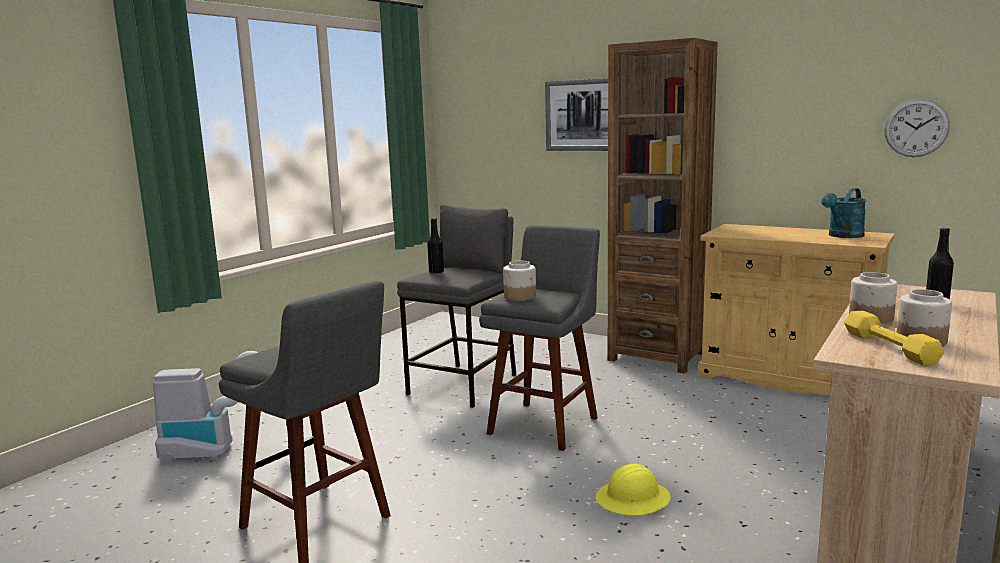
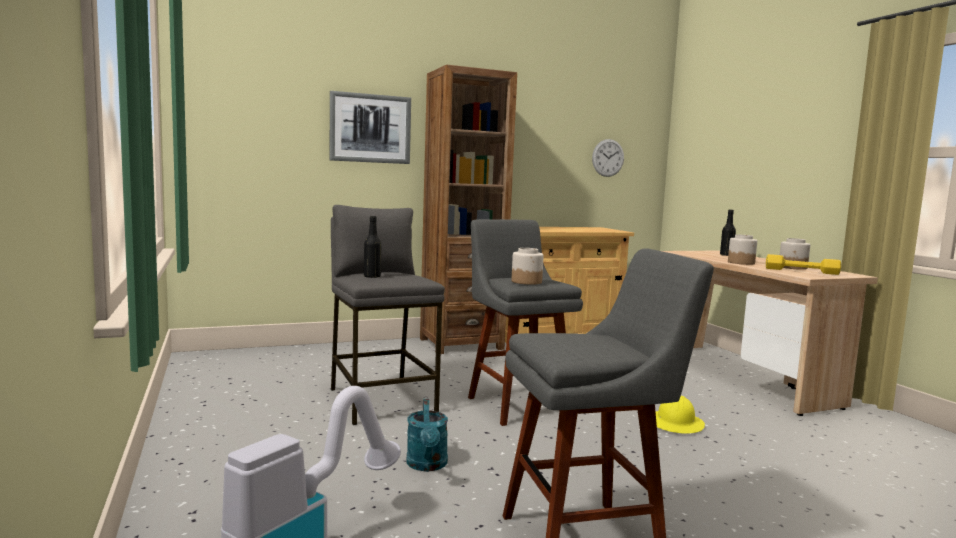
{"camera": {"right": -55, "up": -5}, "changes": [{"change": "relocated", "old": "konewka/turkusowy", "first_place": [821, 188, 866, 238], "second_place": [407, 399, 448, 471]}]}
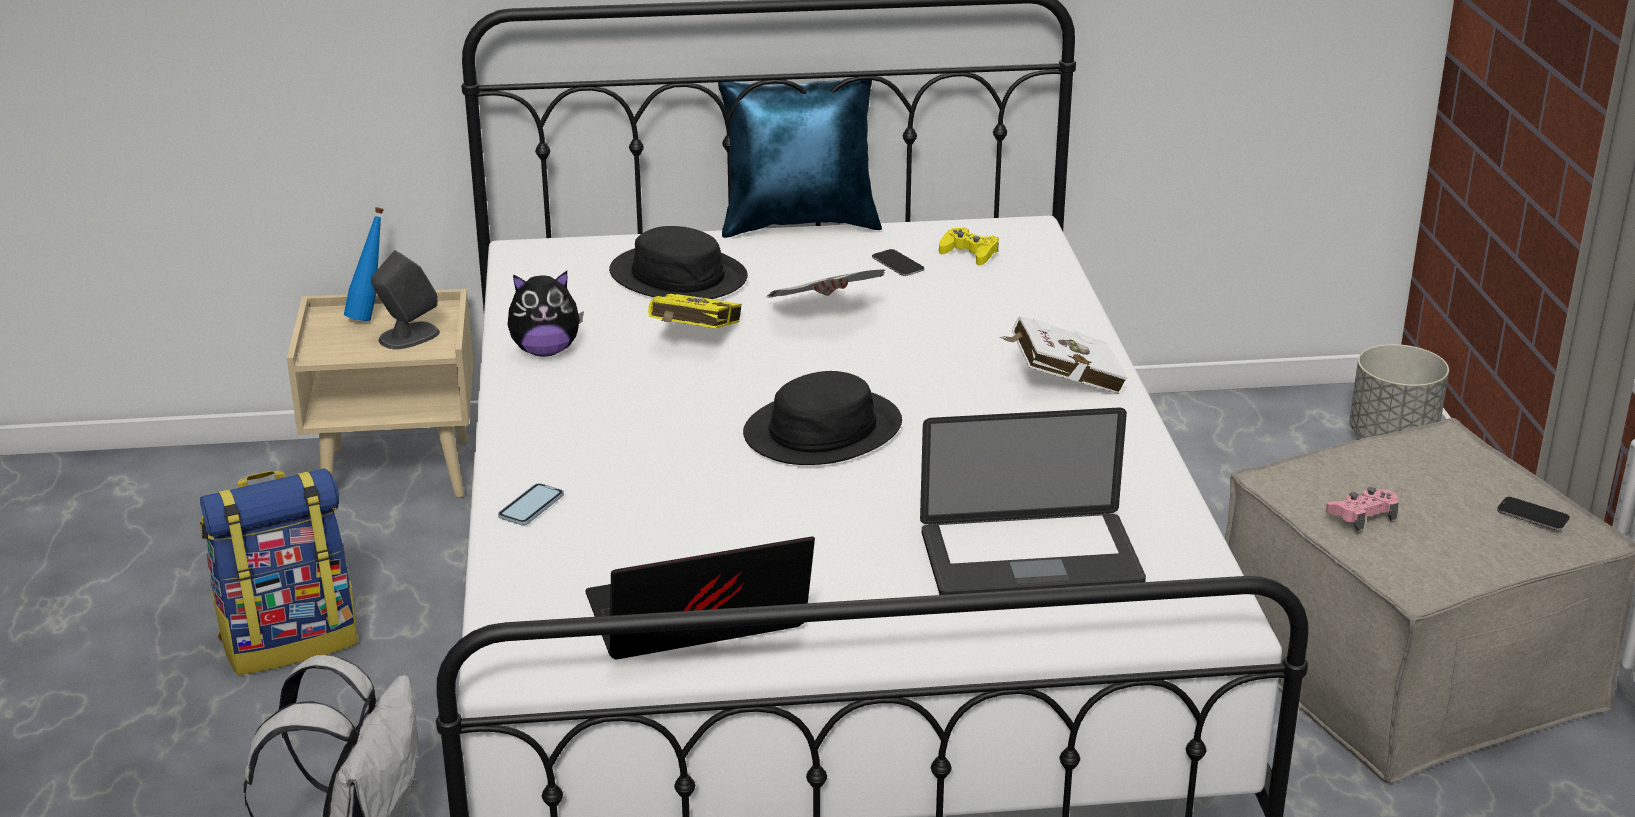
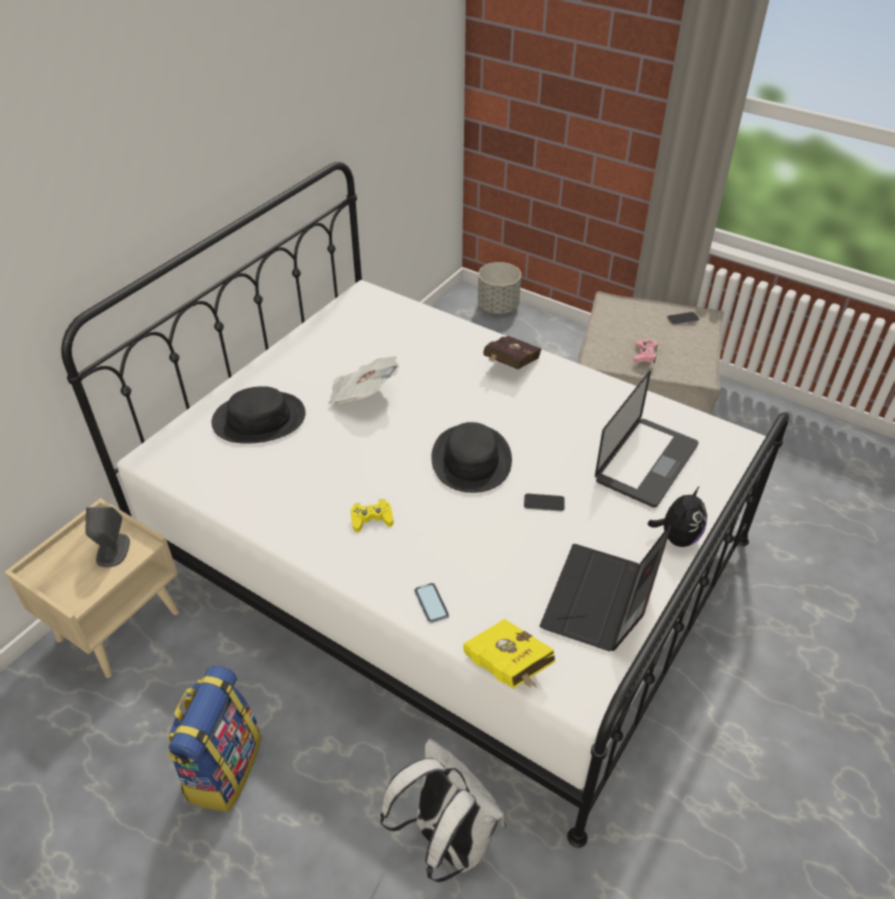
{"camera": {"right": -50, "up": 15}, "changes": [{"change": "relocated", "old": "pad do gier/żółty", "first_place": [939, 227, 999, 266], "second_place": [350, 499, 393, 532]}, {"change": "relocated", "old": "książka/żółty", "first_place": [648, 294, 742, 328], "second_place": [463, 619, 556, 689]}, {"change": "colour", "old": "książka/biały", "new": "książka/czerwony", "first_place": [1000, 316, 1127, 394], "second_place": [483, 336, 541, 369]}, {"change": "relocated", "old": "telefon", "first_place": [872, 249, 924, 276], "second_place": [524, 494, 565, 511]}, {"change": "relocated", "old": "pluszak", "first_place": [508, 271, 584, 356], "second_place": [648, 486, 707, 547]}, {"change": "missing", "old": "butelka/niebieski", "first_place": [344, 207, 384, 321]}, {"change": "missing", "old": "poduszka/niebieski", "first_place": [718, 78, 882, 238]}]}
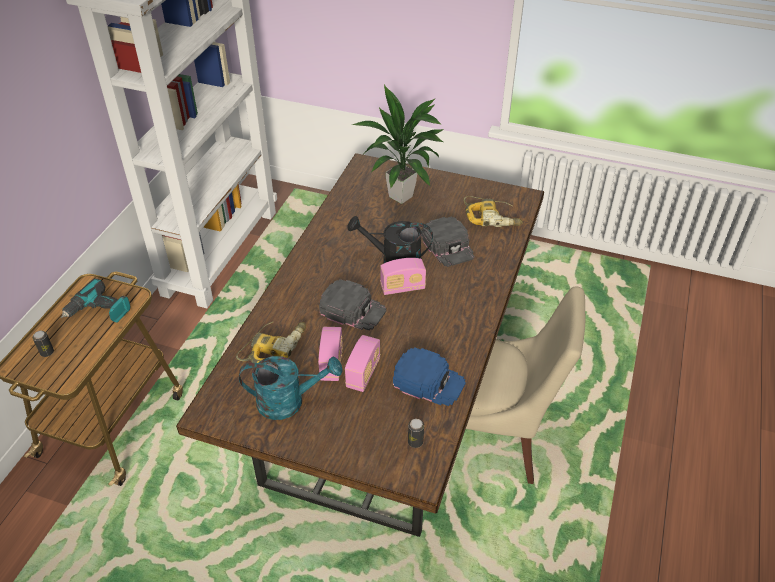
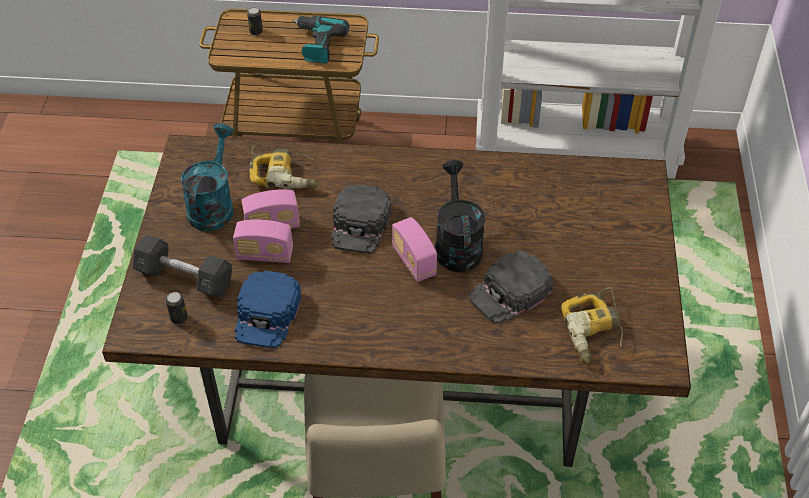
{"camera": {"right": 75, "up": 5}, "changes": [{"change": "appeared", "new": "hantel/szary", "second_place": [133, 234, 232, 298]}, {"change": "spun", "old": "konewka/turkusowy", "first_place": [239, 356, 343, 420], "second_place": [181, 124, 234, 231], "degrees": -150}, {"change": "missing", "old": "roślina doniczkowa", "first_place": [351, 85, 444, 204]}]}
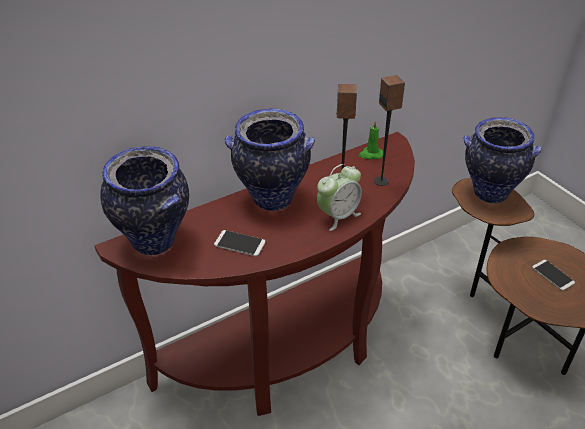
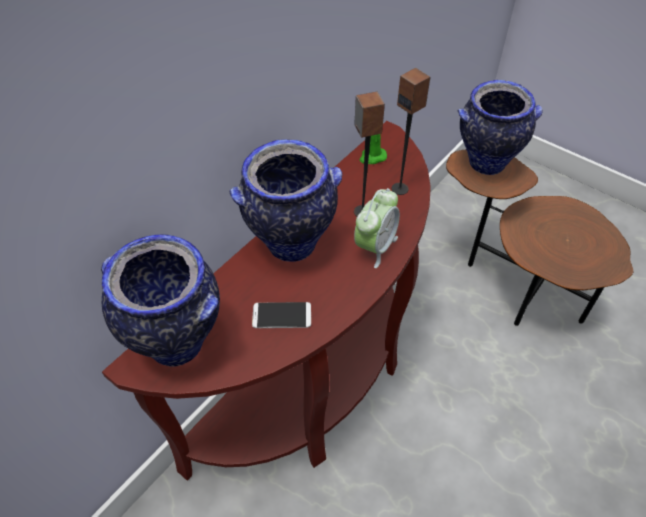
{"camera": {"right": -20, "up": 10}, "changes": [{"change": "missing", "old": "telefon", "first_place": [532, 260, 575, 291]}]}
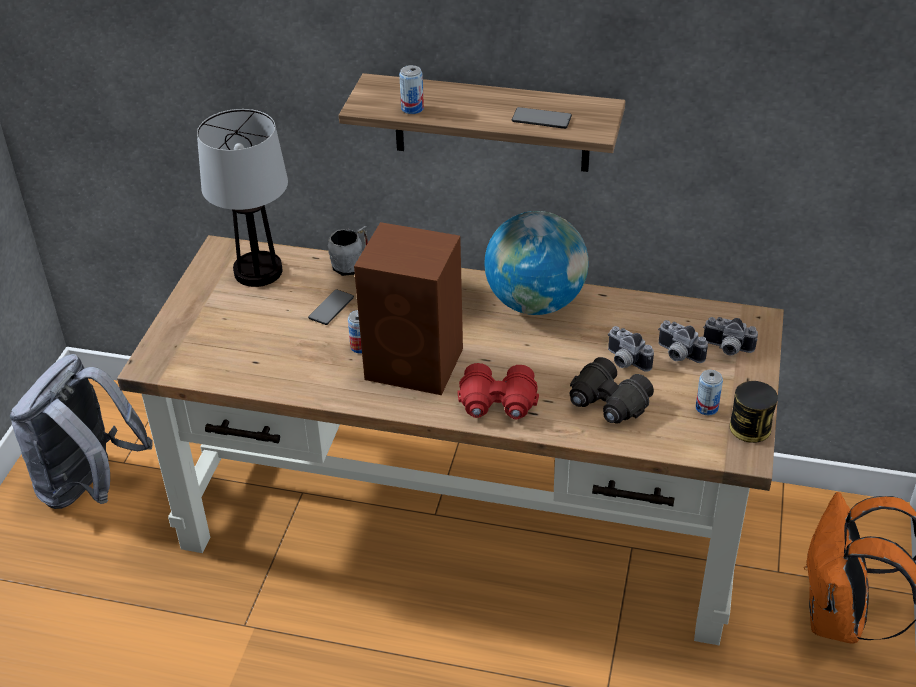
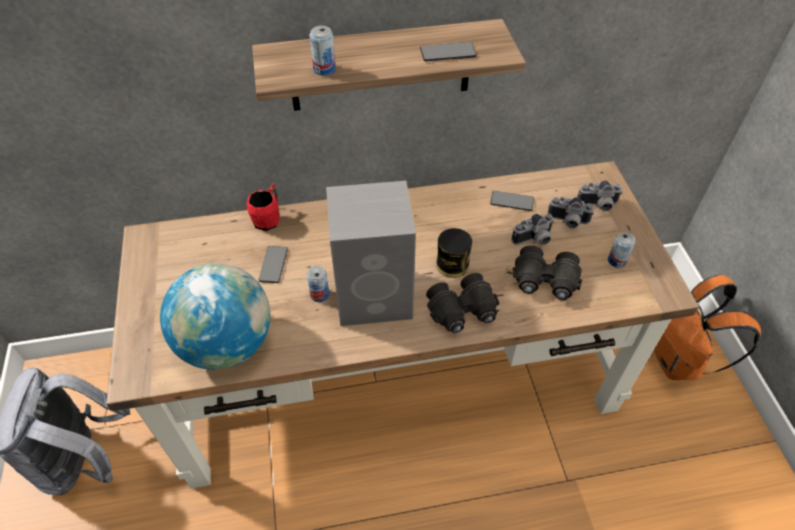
{"camera": {"right": -25, "up": 10}, "changes": [{"change": "relocated", "old": "globus", "first_place": [484, 211, 588, 315], "second_place": [160, 263, 270, 370]}, {"change": "colour", "old": "kubek/szary", "new": "kubek/czerwony", "first_place": [328, 226, 368, 276], "second_place": [247, 183, 280, 231]}, {"change": "colour", "old": "głośnik/brązowy", "new": "głośnik/szary", "first_place": [354, 222, 463, 395], "second_place": [326, 181, 416, 326]}, {"change": "colour", "old": "lornetka/czerwony", "new": "lornetka/czarny", "first_place": [457, 363, 539, 419], "second_place": [426, 273, 499, 333]}, {"change": "relocated", "old": "puszka", "first_place": [729, 381, 778, 443], "second_place": [436, 228, 472, 278]}, {"change": "appeared", "new": "telefon", "second_place": [490, 191, 534, 211]}, {"change": "spun", "old": "aparat fotograficzny", "first_place": [608, 326, 654, 371], "second_place": [512, 213, 554, 245], "degrees": -45}, {"change": "missing", "old": "lampa stołowa", "first_place": [197, 109, 288, 287]}]}
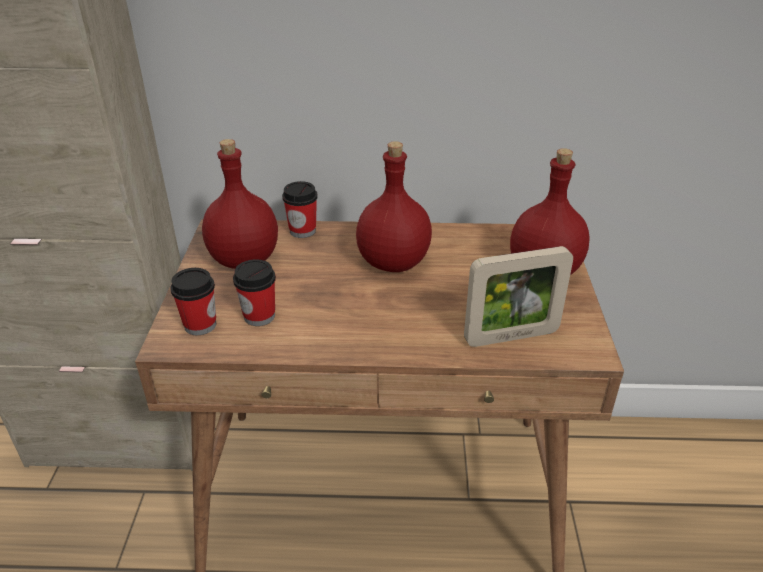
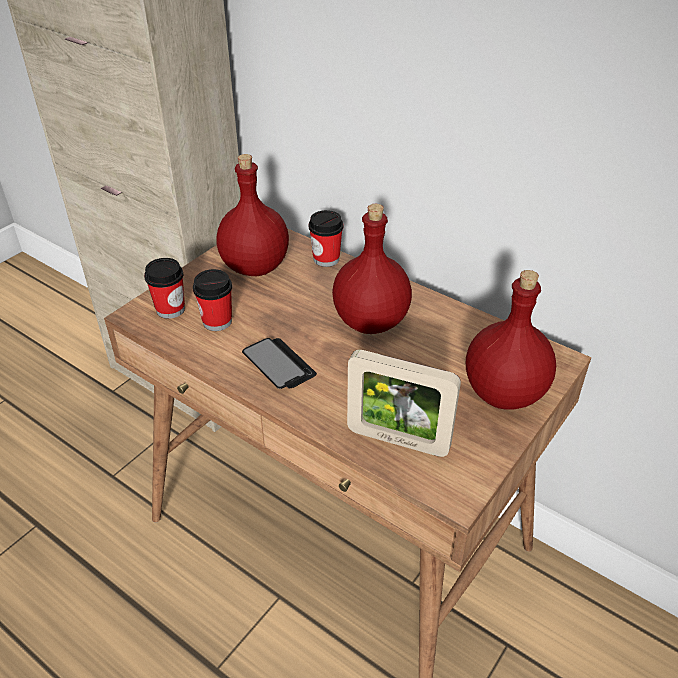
{"camera": {"right": 35, "up": 5}, "changes": [{"change": "appeared", "new": "telefon", "second_place": [242, 338, 317, 389]}]}
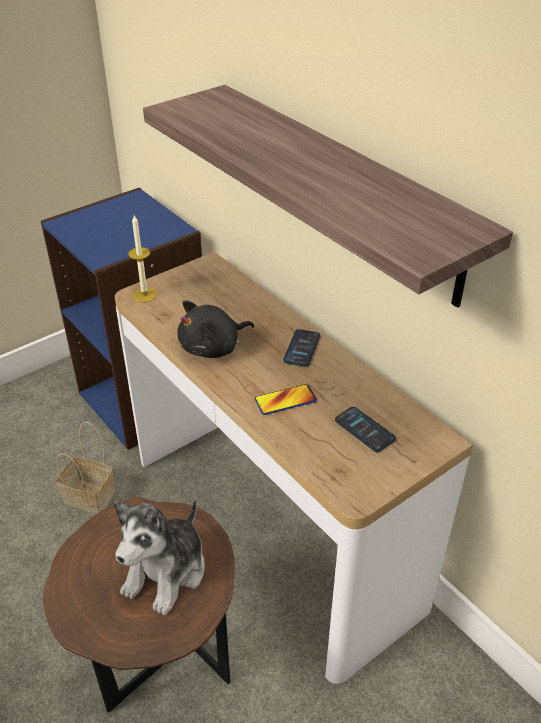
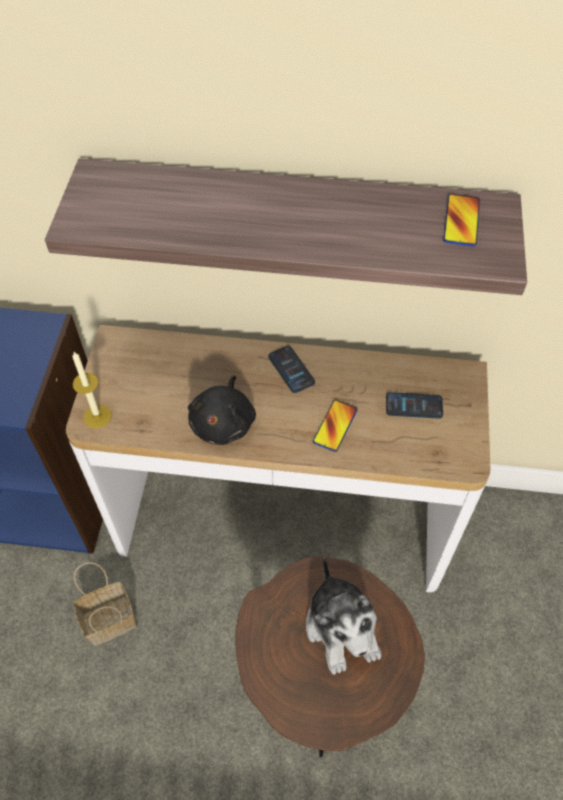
{"camera": {"right": -45, "up": 15}, "changes": [{"change": "appeared", "new": "telefon", "second_place": [443, 194, 480, 246]}]}
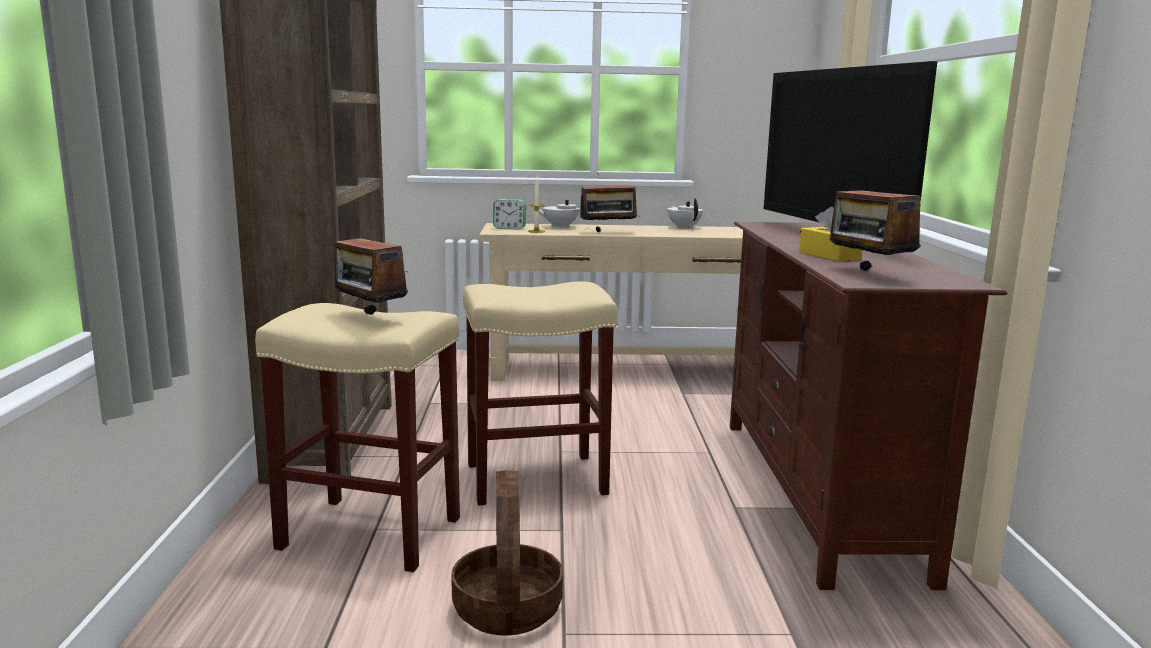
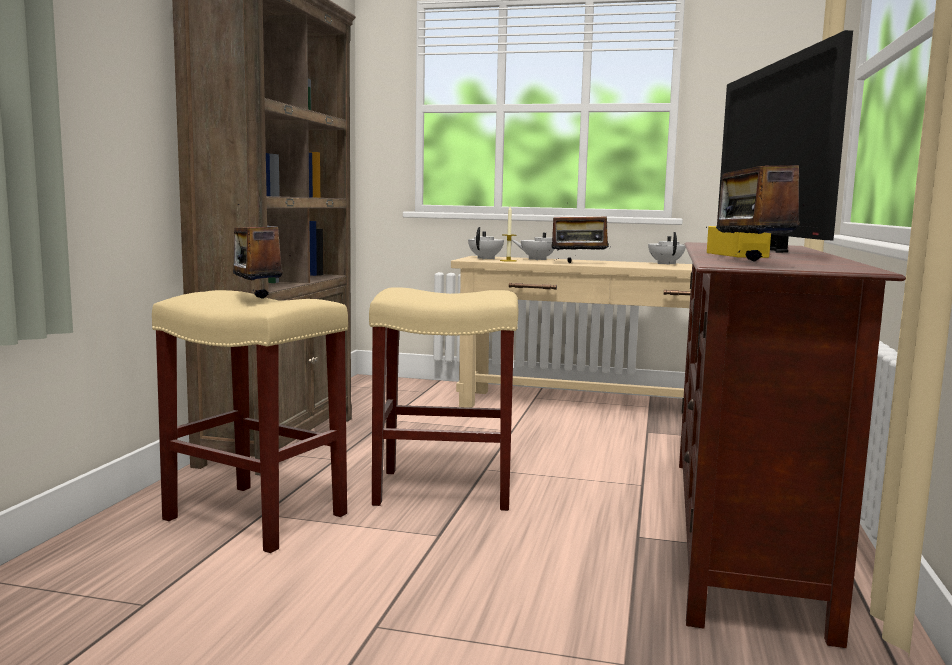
{"camera": {"right": 15, "up": -5}, "changes": [{"change": "exchanged", "old": "budzik", "new": "imbryk/biały", "first_place": [493, 199, 526, 230], "second_place": [468, 227, 504, 259]}, {"change": "missing", "old": "koszyk", "first_place": [451, 470, 563, 635]}]}
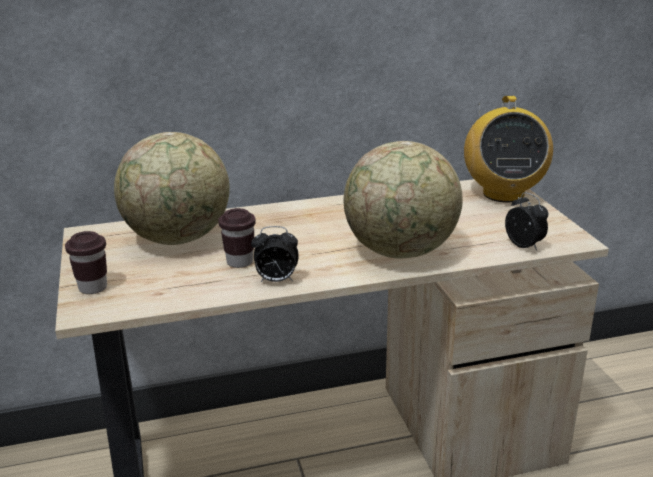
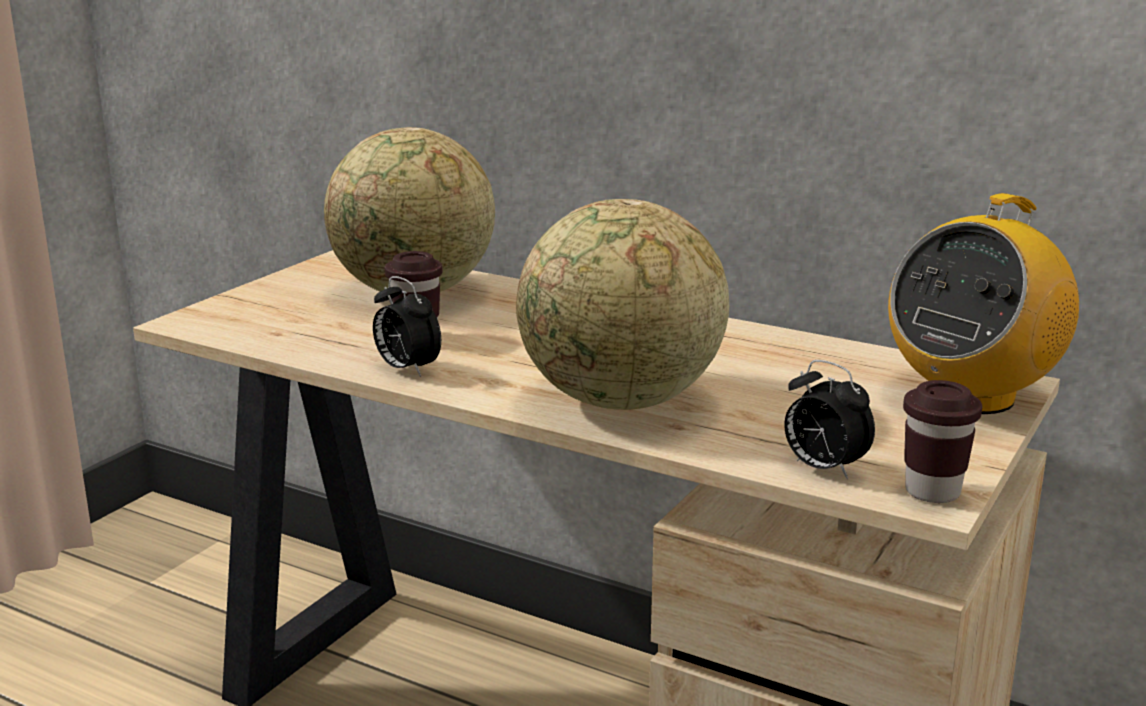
{"camera": {"right": 45, "up": -5}, "changes": [{"change": "spun", "old": "budzik", "first_place": [505, 192, 548, 251], "second_place": [785, 360, 875, 479], "degrees": 120}, {"change": "relocated", "old": "filiżanka/brązowy", "first_place": [65, 231, 107, 294], "second_place": [903, 380, 982, 503]}]}
